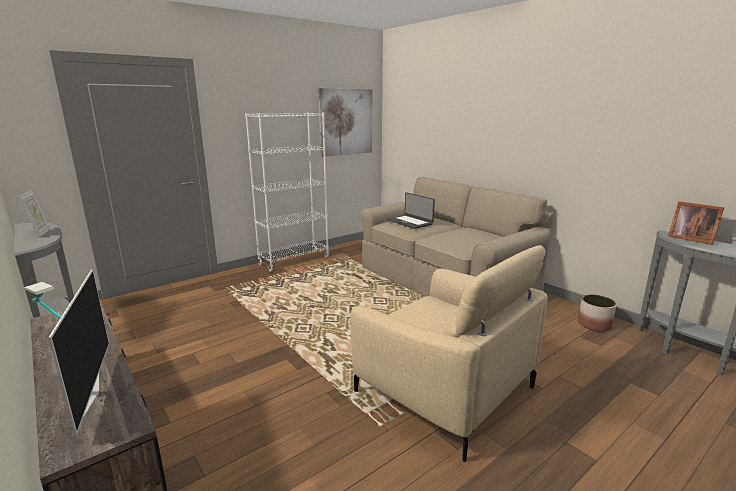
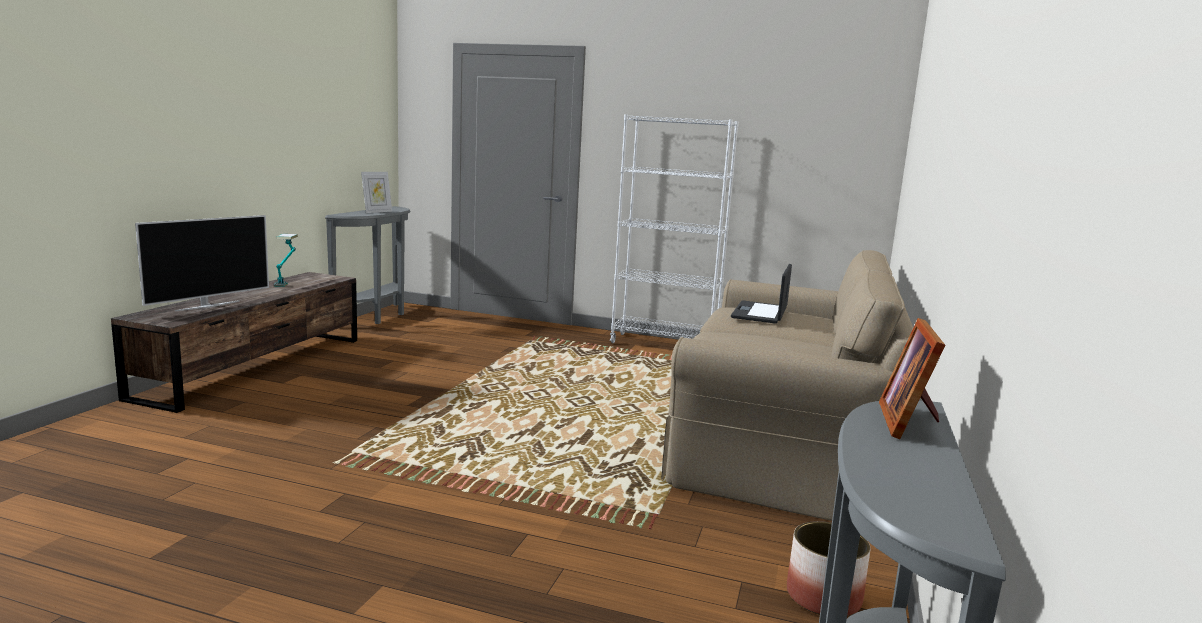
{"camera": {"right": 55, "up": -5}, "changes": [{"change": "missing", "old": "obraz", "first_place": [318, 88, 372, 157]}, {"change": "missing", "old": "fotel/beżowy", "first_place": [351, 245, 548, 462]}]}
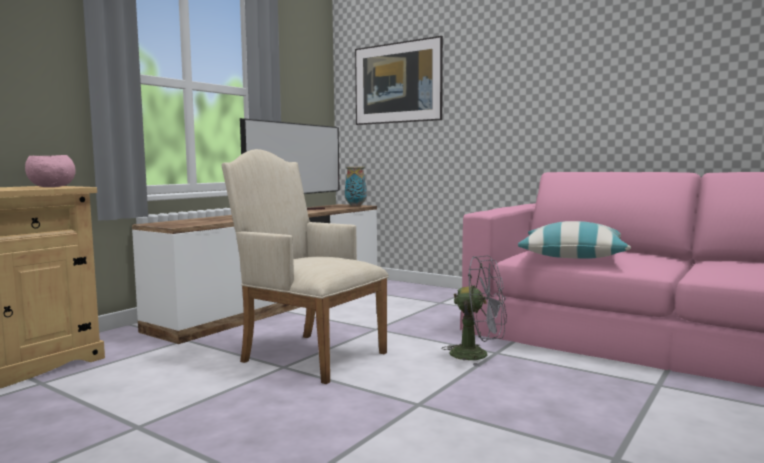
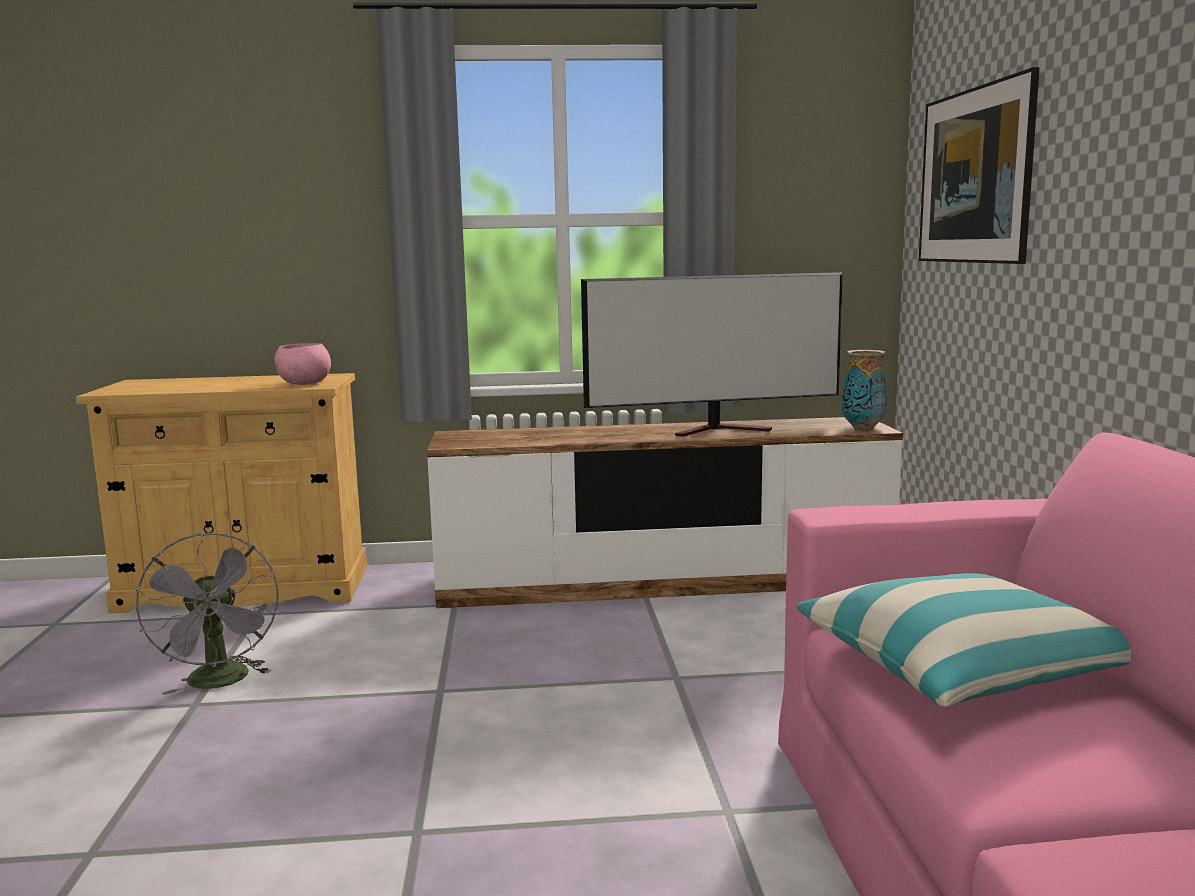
{"camera": {"right": 50, "up": 5}, "changes": [{"change": "relocated", "old": "wentylator/szary", "first_place": [441, 255, 507, 367], "second_place": [136, 532, 279, 695]}, {"change": "missing", "old": "fotel/beżowy", "first_place": [221, 149, 389, 384]}]}
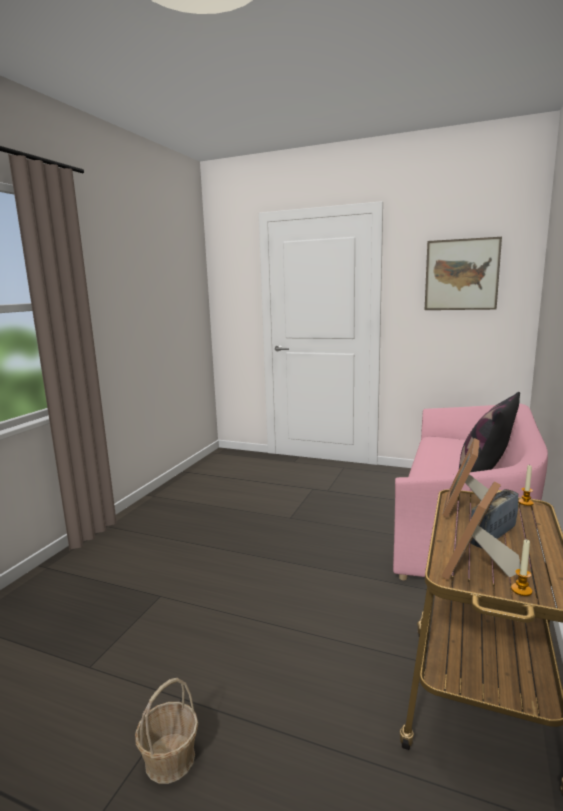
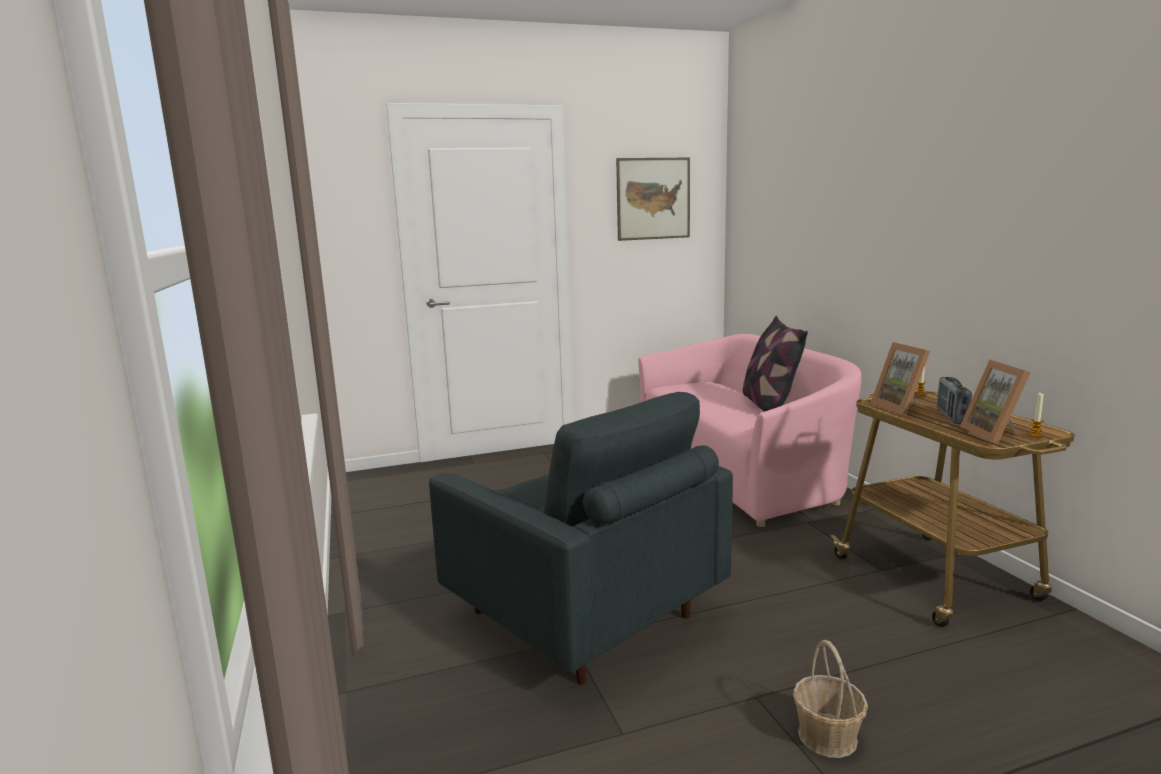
{"camera": {"right": -40, "up": 0}, "changes": [{"change": "appeared", "new": "fotel/szary", "second_place": [429, 392, 733, 685]}]}
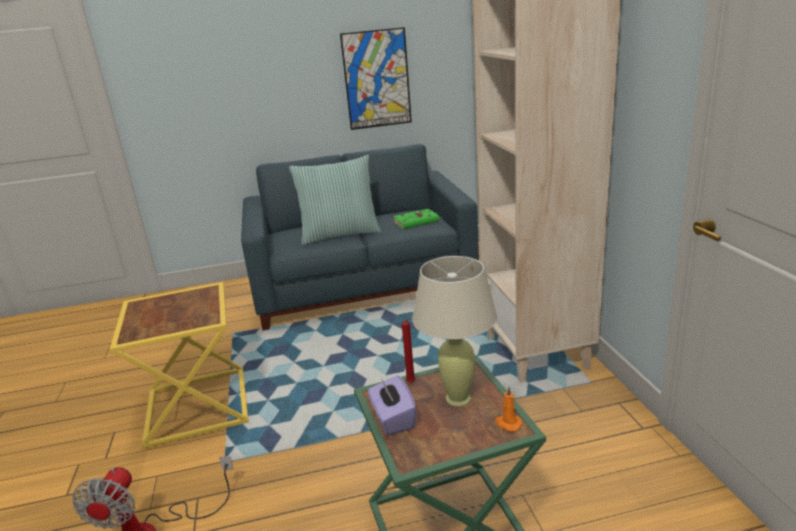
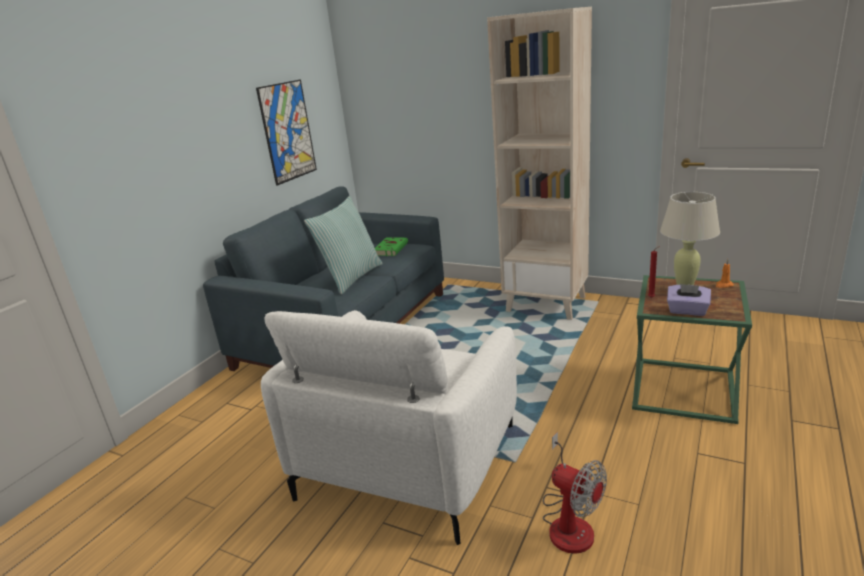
{"camera": {"right": -50, "up": 0}, "changes": [{"change": "exchanged", "old": "stolik/żółty", "new": "fotel/biały", "first_place": [110, 282, 249, 449], "second_place": [261, 310, 517, 545]}]}
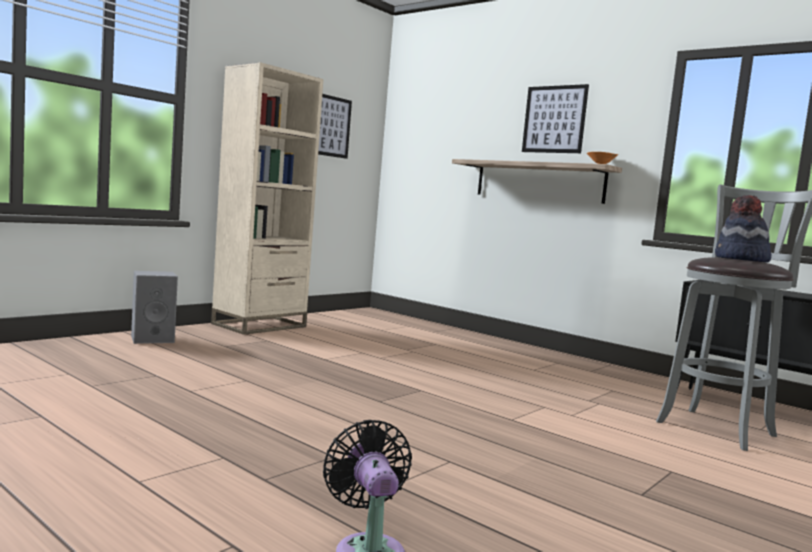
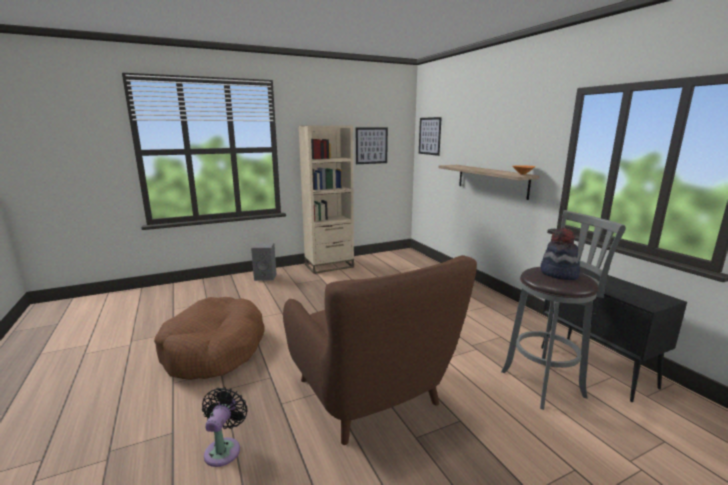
{"camera": {"right": 25, "up": 10}, "changes": [{"change": "appeared", "new": "legowisko/brązowy", "second_place": [154, 297, 265, 380]}, {"change": "appeared", "new": "fotel/brązowy", "second_place": [283, 255, 477, 445]}, {"change": "relocated", "old": "obraz", "first_place": [522, 84, 589, 153], "second_place": [419, 117, 442, 156]}]}
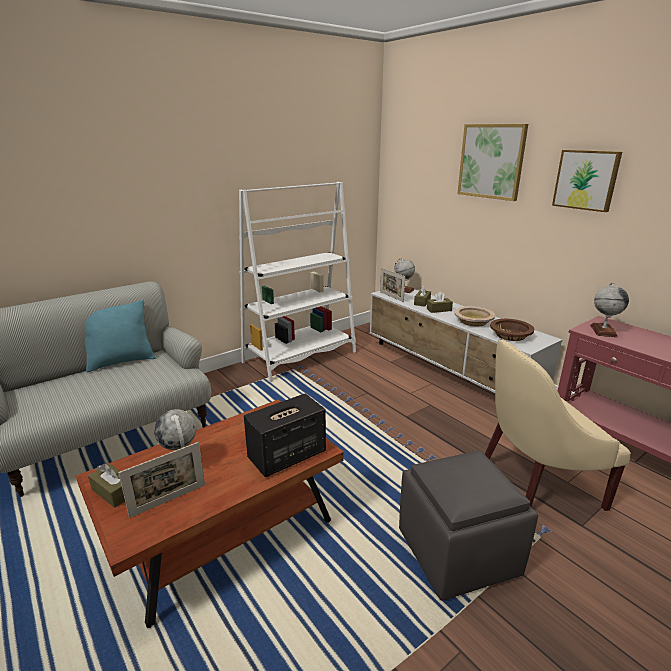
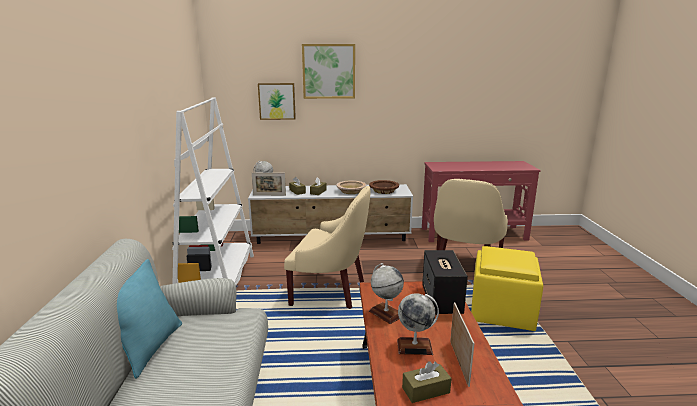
{"camera": {"right": -55, "up": -5}, "changes": [{"change": "relocated", "old": "obraz", "first_place": [552, 150, 622, 212], "second_place": [258, 83, 296, 120]}, {"change": "appeared", "new": "fotel/beżowy", "second_place": [284, 186, 370, 309]}, {"change": "relocated", "old": "globus", "first_place": [590, 282, 629, 337], "second_place": [369, 263, 404, 324]}, {"change": "colour", "old": "pufa/szary", "new": "pufa/żółty", "first_place": [399, 450, 538, 601], "second_place": [471, 246, 543, 331]}]}
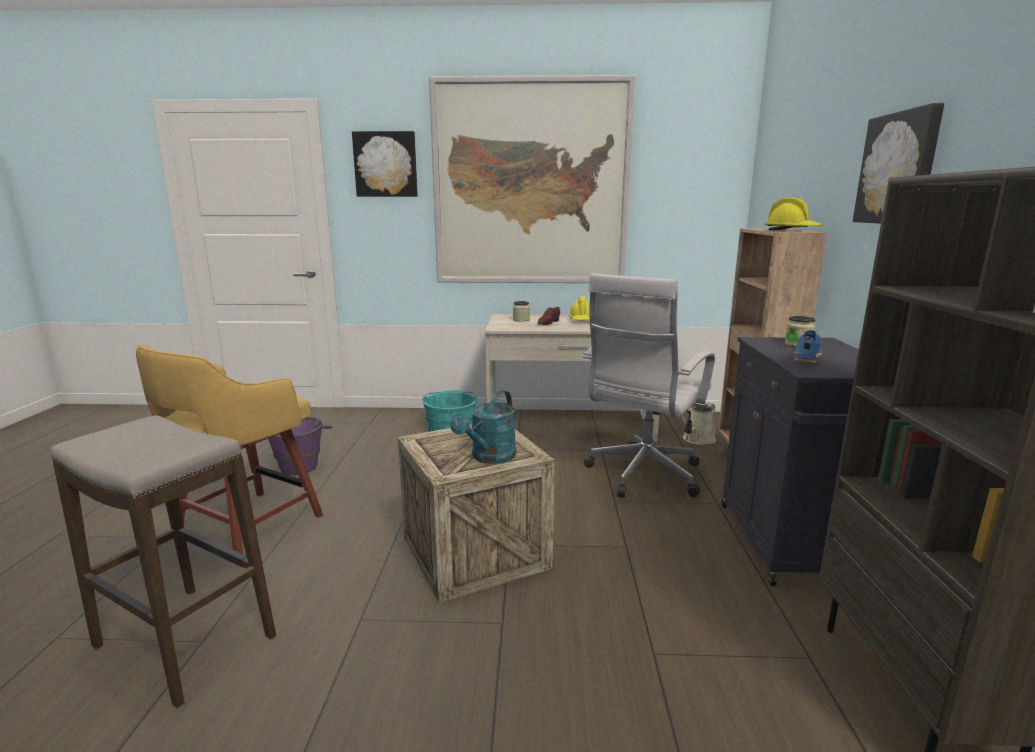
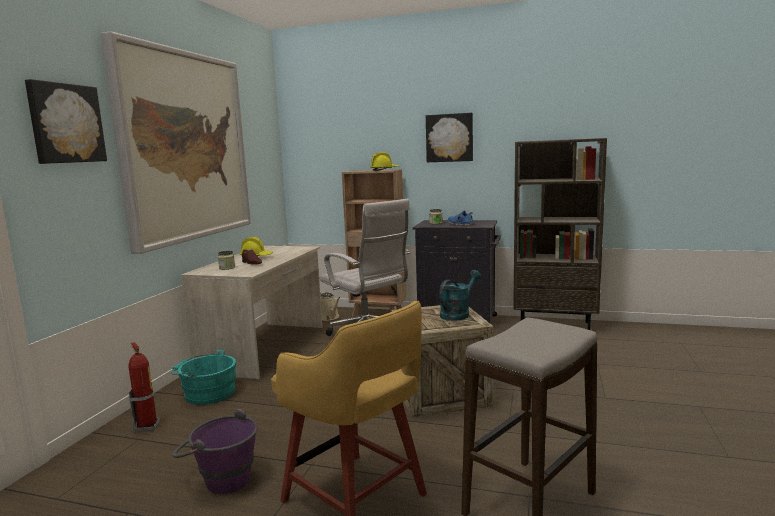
{"camera": {"right": -75, "up": -5}, "changes": [{"change": "appeared", "new": "gaśnica", "second_place": [128, 342, 160, 432]}, {"change": "spun", "old": "konewka/turkusowy", "first_place": [450, 390, 516, 464], "second_place": [439, 270, 481, 321], "degrees": -90}]}
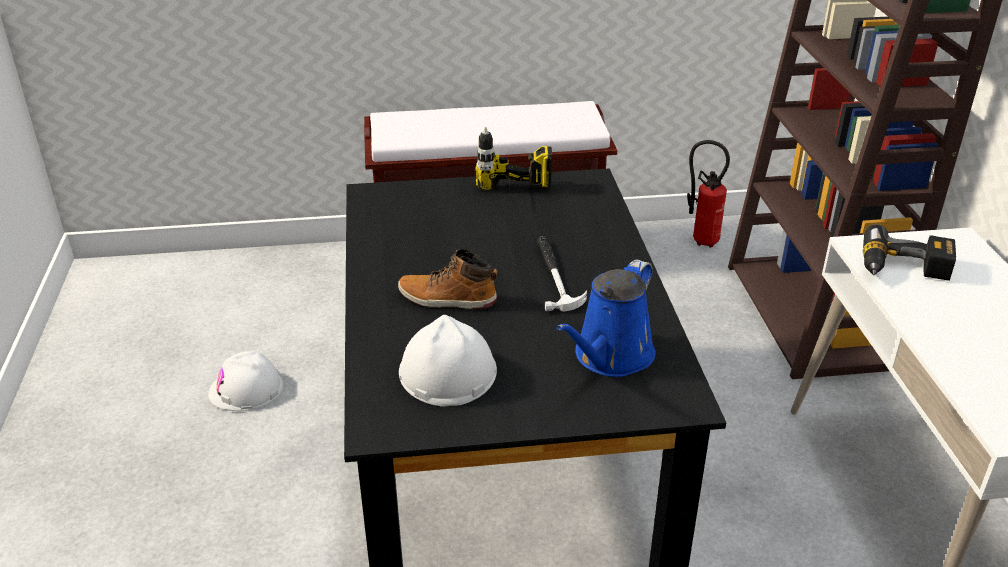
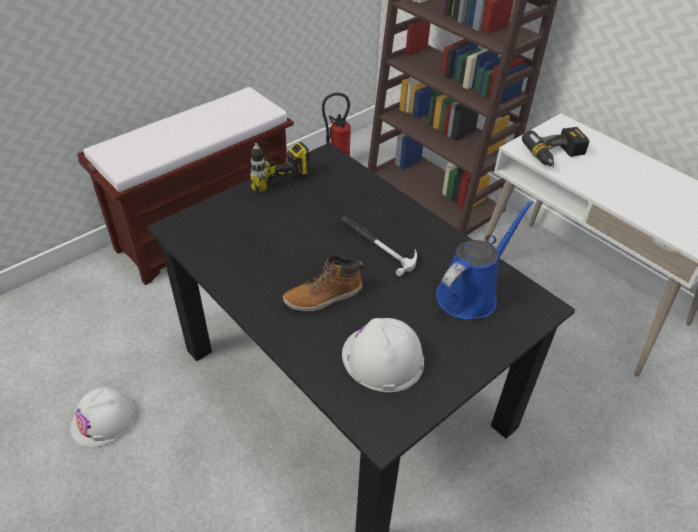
{"camera": {"right": -35, "up": 10}, "changes": [{"change": "spun", "old": "konewka/niebieski", "first_place": [556, 260, 655, 377], "second_place": [436, 200, 534, 320], "degrees": -135}]}
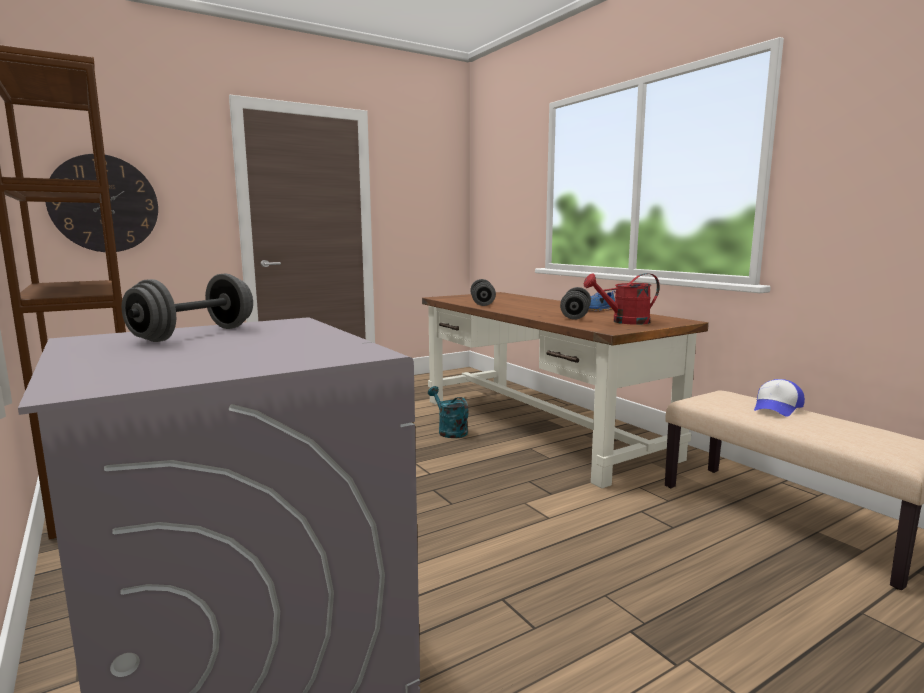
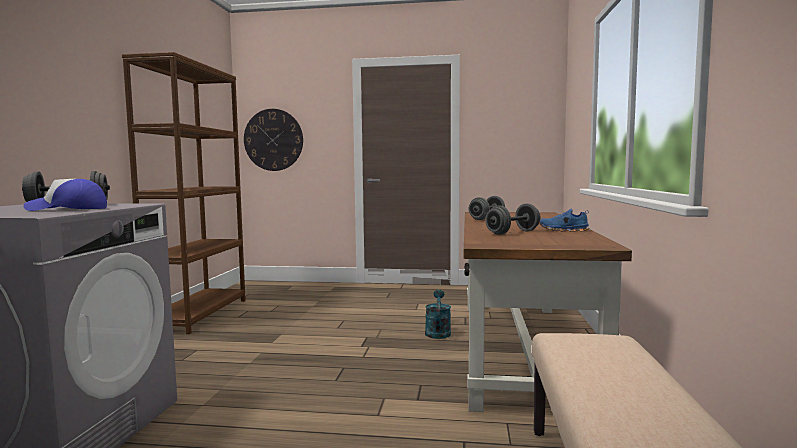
{"camera": {"right": 40, "up": -5}, "changes": [{"change": "relocated", "old": "czapka z daszkiem", "first_place": [754, 379, 805, 417], "second_place": [24, 179, 107, 211]}, {"change": "missing", "old": "konewka/czerwony", "first_place": [584, 273, 660, 325]}]}
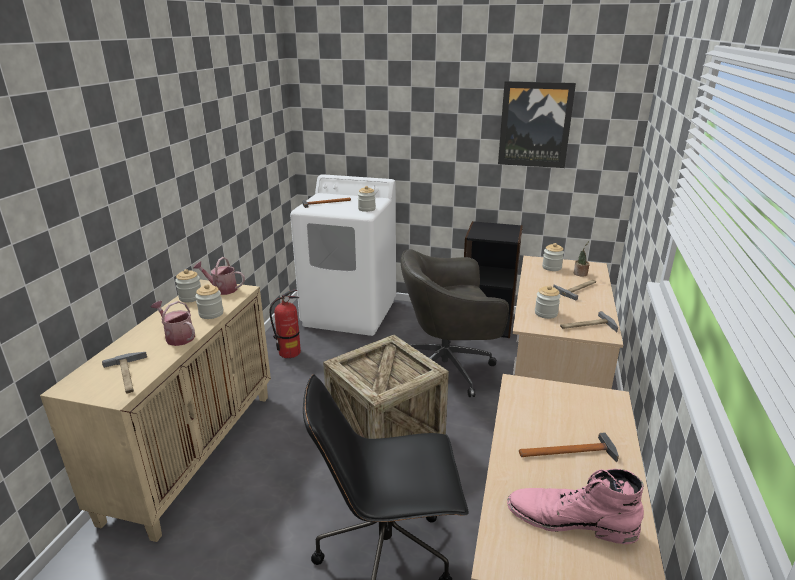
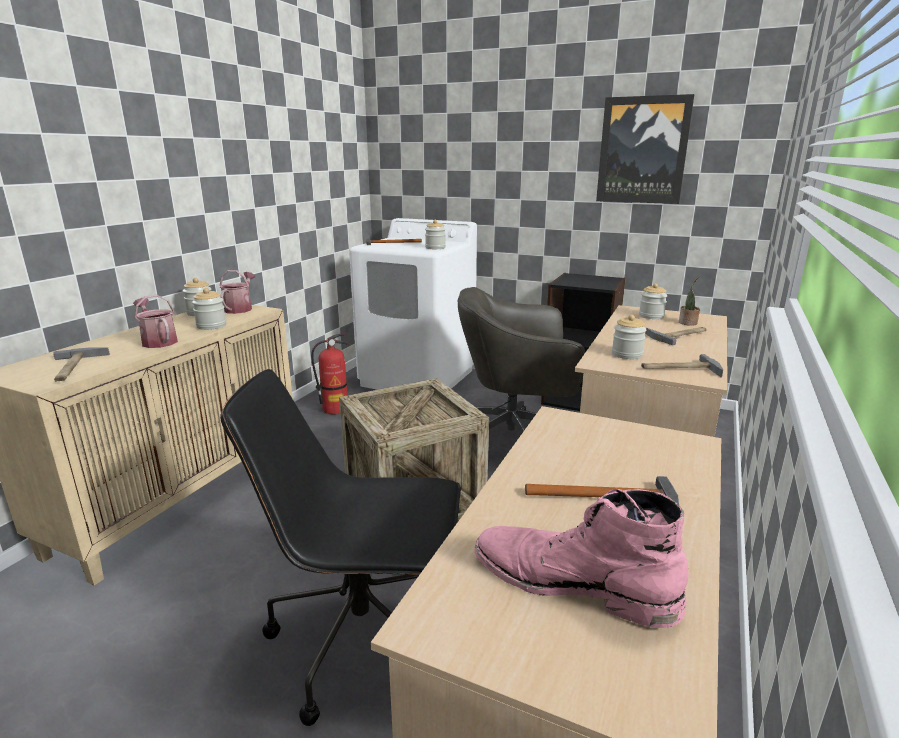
{"camera": {"right": 10, "up": -5}, "changes": [{"change": "spun", "old": "konewka", "first_place": [193, 257, 245, 295], "second_place": [220, 270, 255, 314], "degrees": 75}]}
